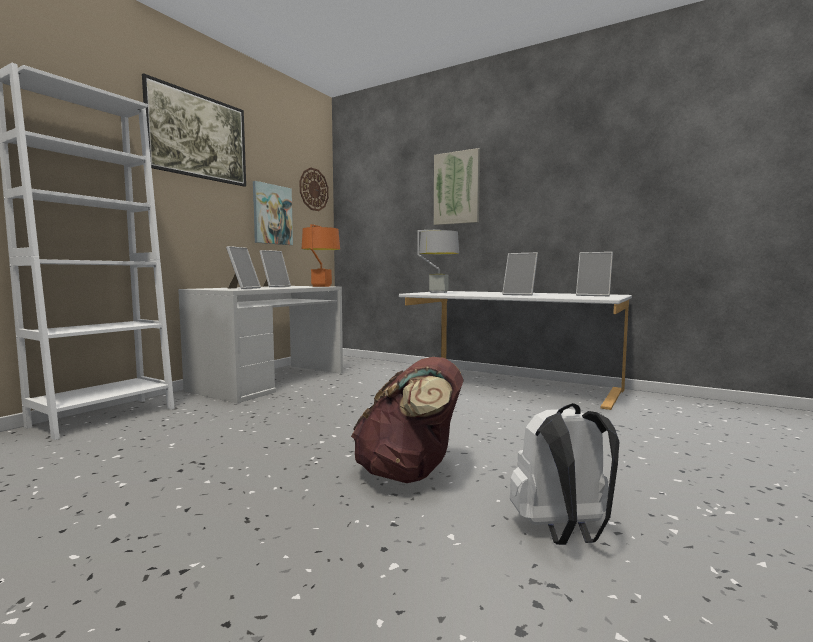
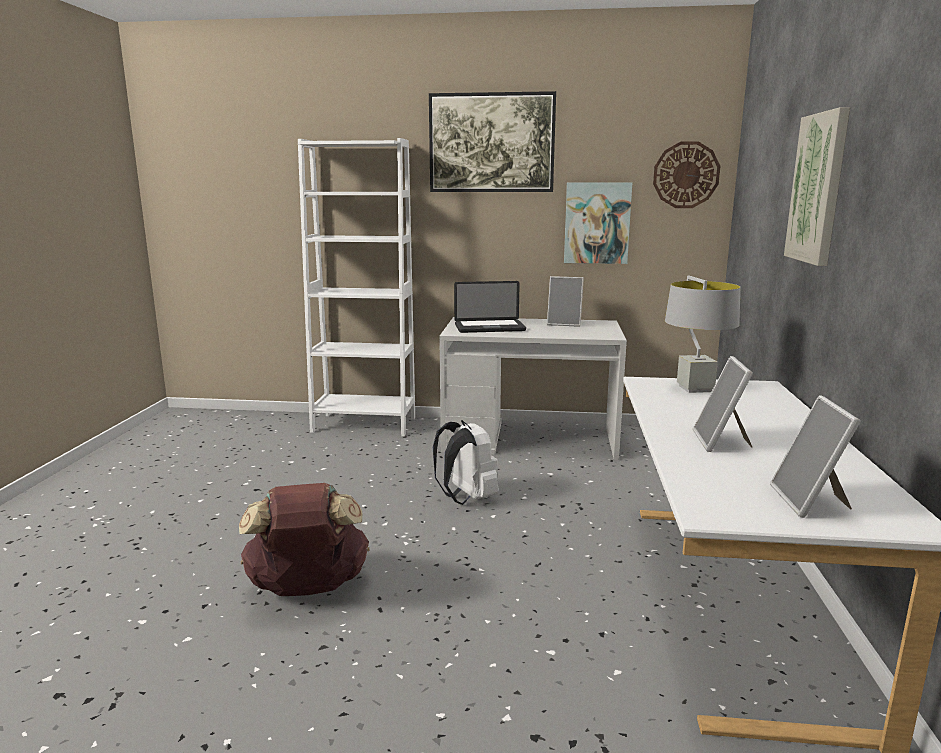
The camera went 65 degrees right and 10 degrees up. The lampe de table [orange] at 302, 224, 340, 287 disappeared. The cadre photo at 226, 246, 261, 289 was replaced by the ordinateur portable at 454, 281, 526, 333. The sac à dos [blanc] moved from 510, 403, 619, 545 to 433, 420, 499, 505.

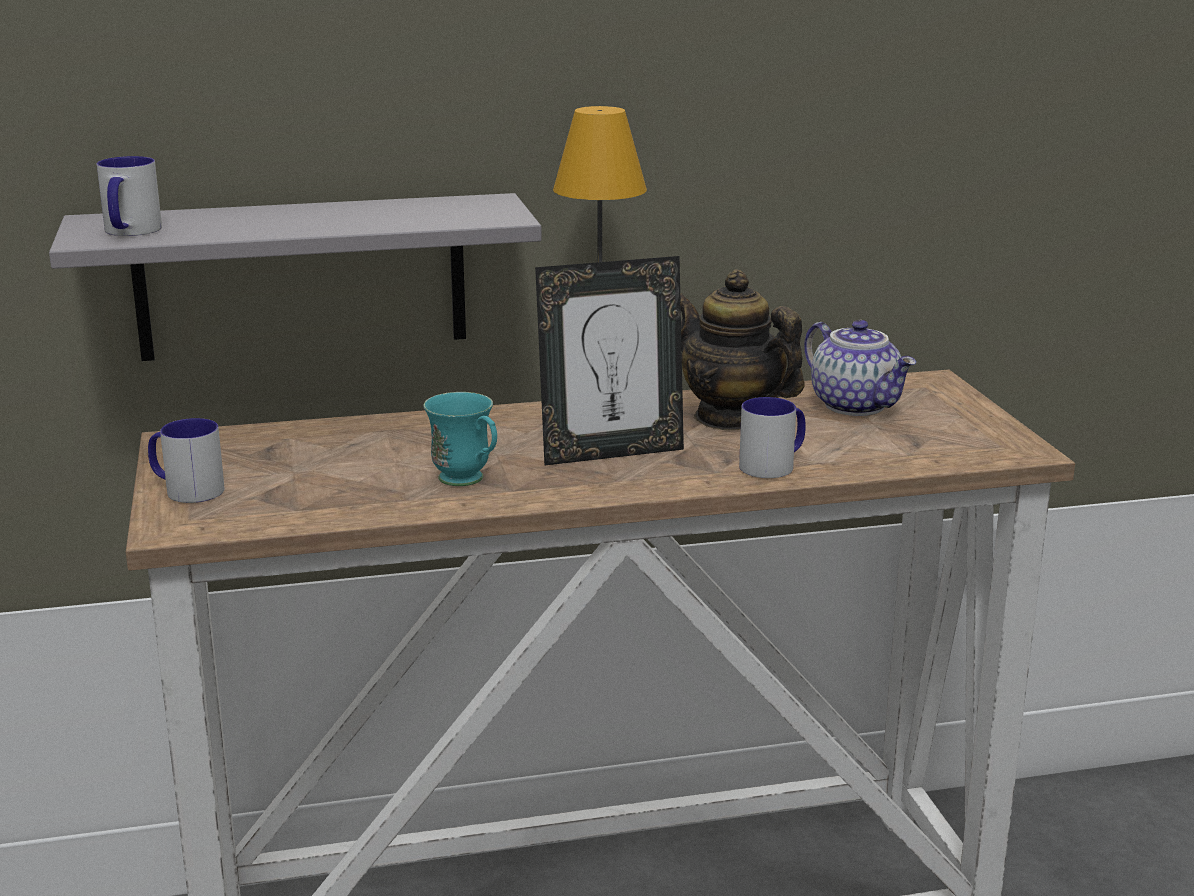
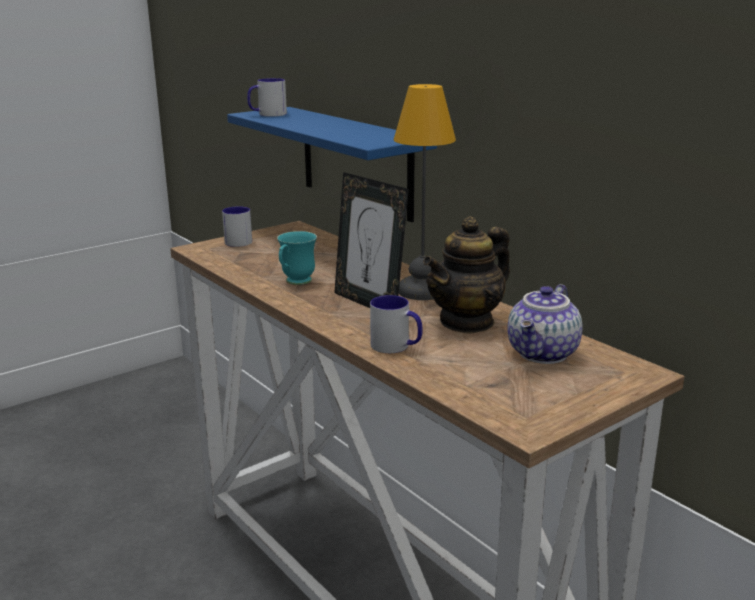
The camera went 65 degrees right and 0 degrees up. The étagère [gris] at 49, 193, 542, 361 became the étagère [bleu] at 227, 107, 437, 222. The théière at 680, 269, 805, 430 turned 150 degrees counterclockwise.

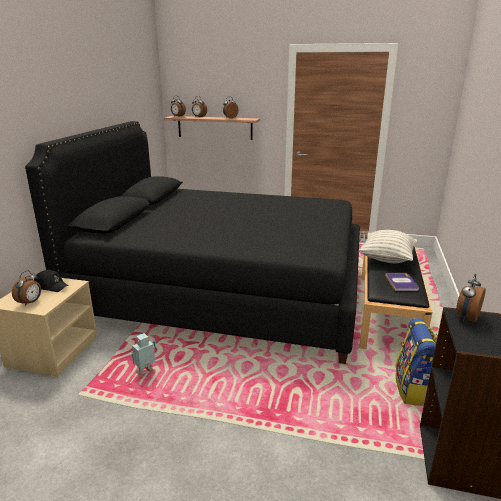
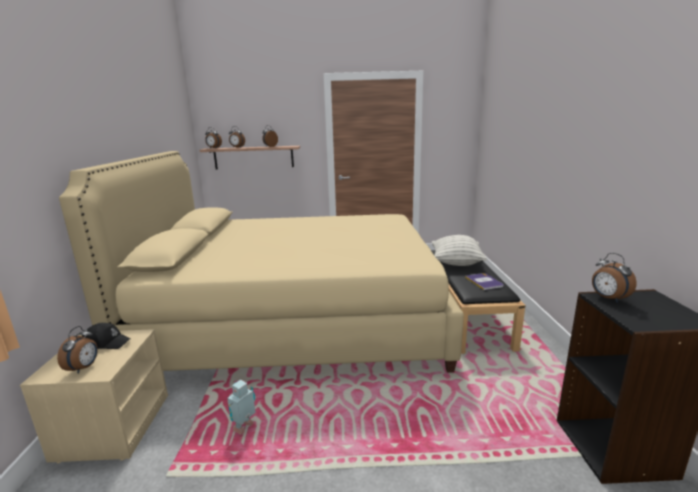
The camera went 15 degrees left and 5 degrees down. The lit [noir] at 25, 121, 360, 364 became the lit [beige] at 59, 151, 464, 373. The réveil at 456, 274, 486, 322 turned 45 degrees counterclockwise. The sac à dos at 395, 318, 438, 406 disappeared.

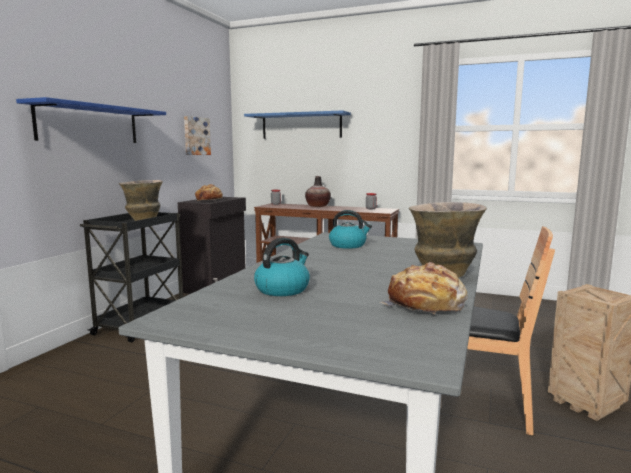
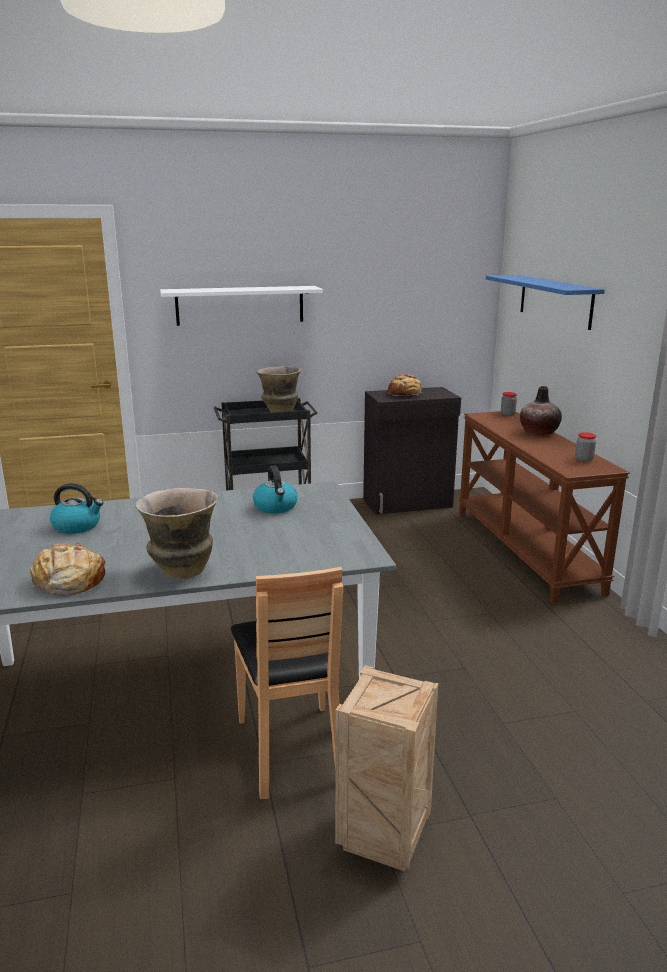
The camera went 55 degrees right and 10 degrees up. The étagère [bleu] at 16, 97, 166, 143 became the étagère [blanc] at 160, 286, 323, 326. The tableau at 184, 116, 211, 155 disappeared.

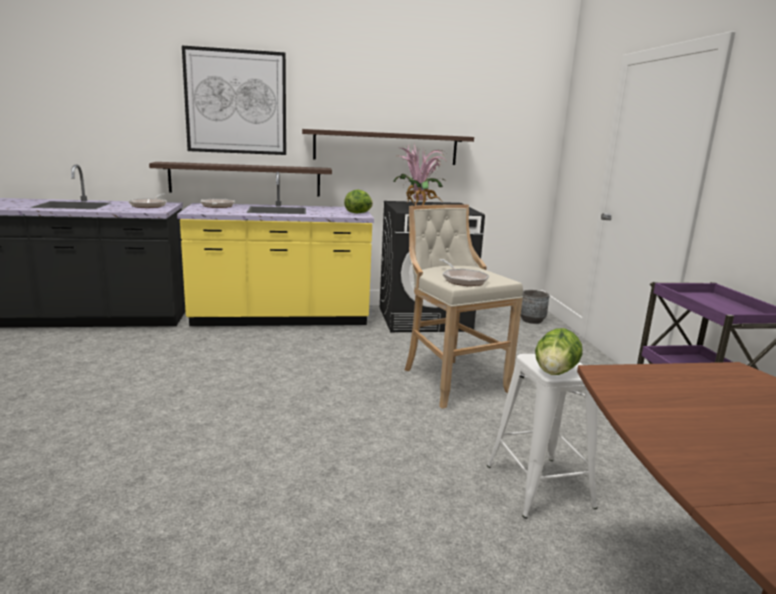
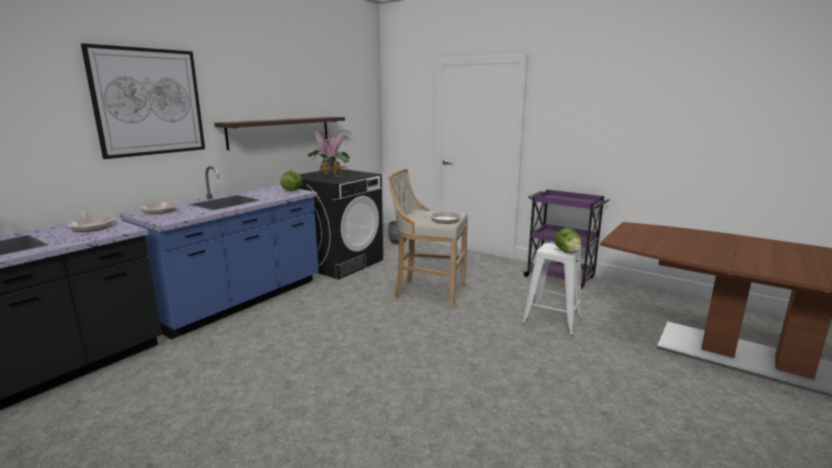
The camera went 45 degrees left and 0 degrees up. The étagère at 149, 162, 332, 197 disappeared. The comptoir de cuisine [jaune] at 177, 172, 374, 326 became the comptoir de cuisine [bleu] at 119, 166, 319, 340.

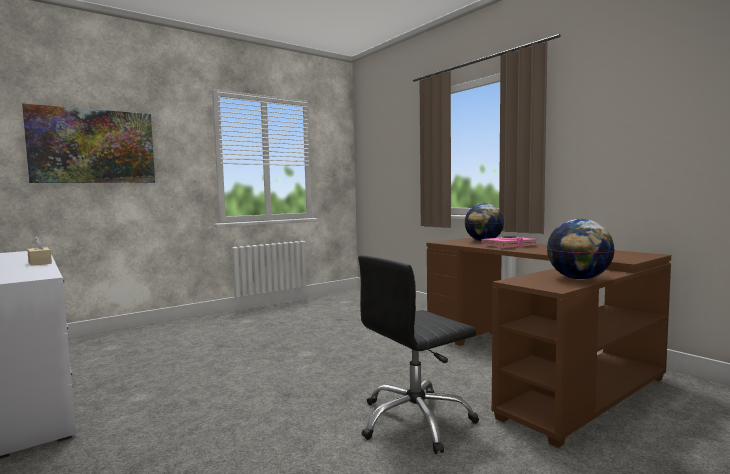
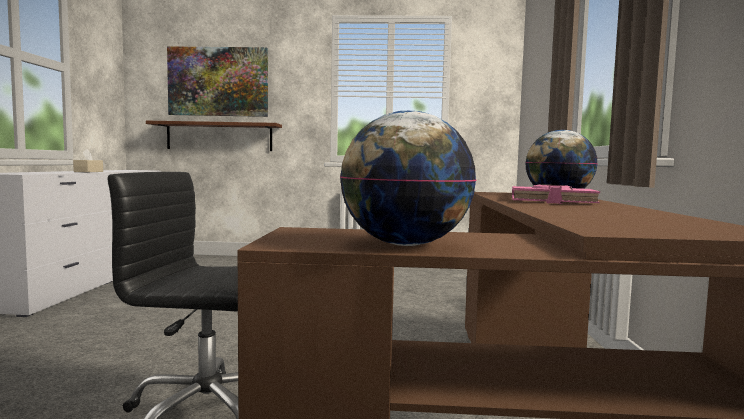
The camera went 40 degrees right and 0 degrees up. The étagère [marron] at 146, 121, 282, 151 appeared.

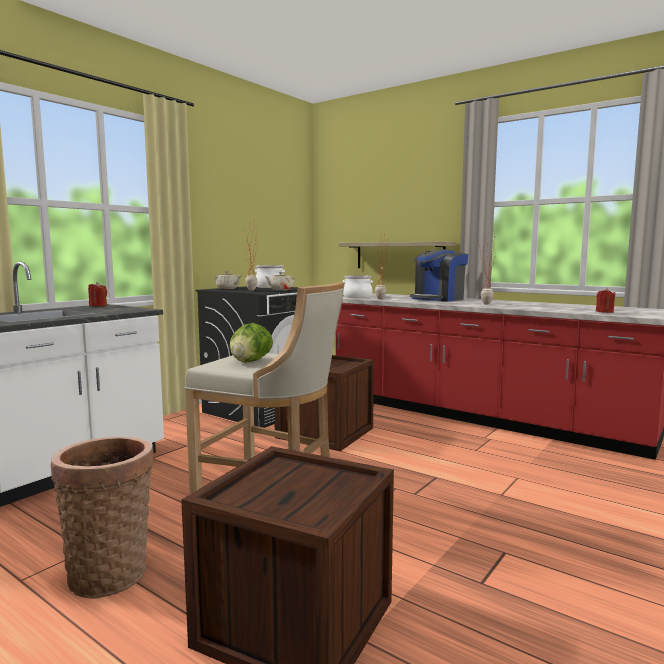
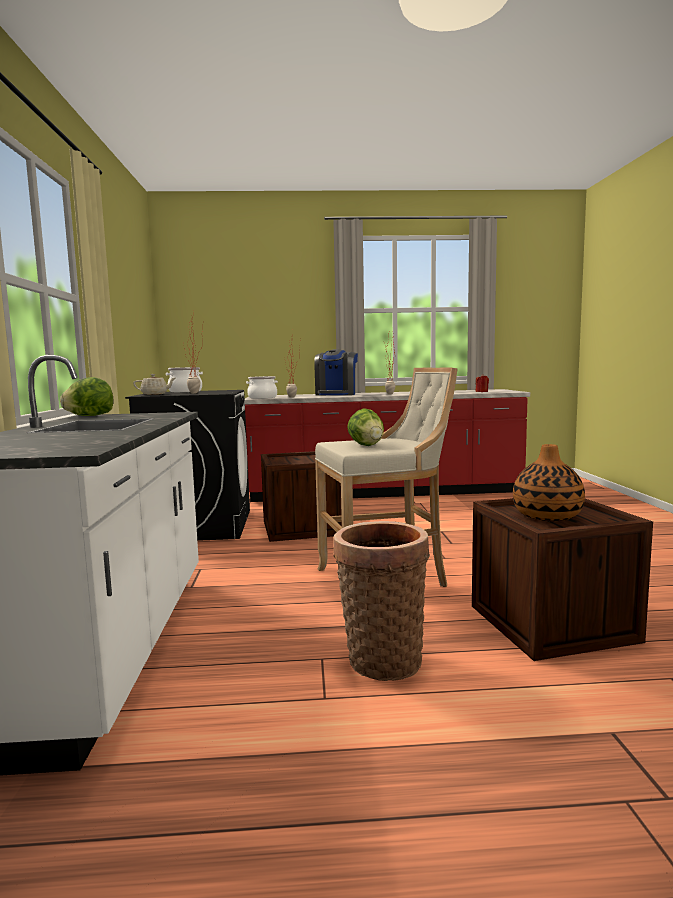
The camera went 40 degrees left and 0 degrees up. The étagère at 339, 241, 456, 268 disappeared. The théière [beige] at 265, 272, 295, 291 disappeared. The bougie [rouge] at 88, 282, 107, 306 was replaced by the laitue at 60, 377, 113, 416. The vase at 513, 444, 585, 521 appeared.

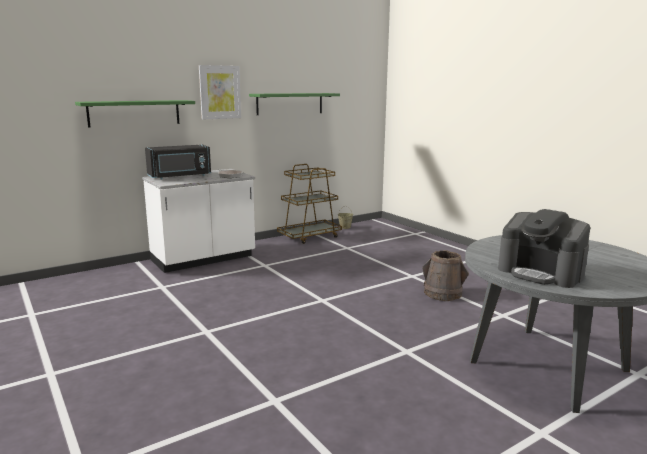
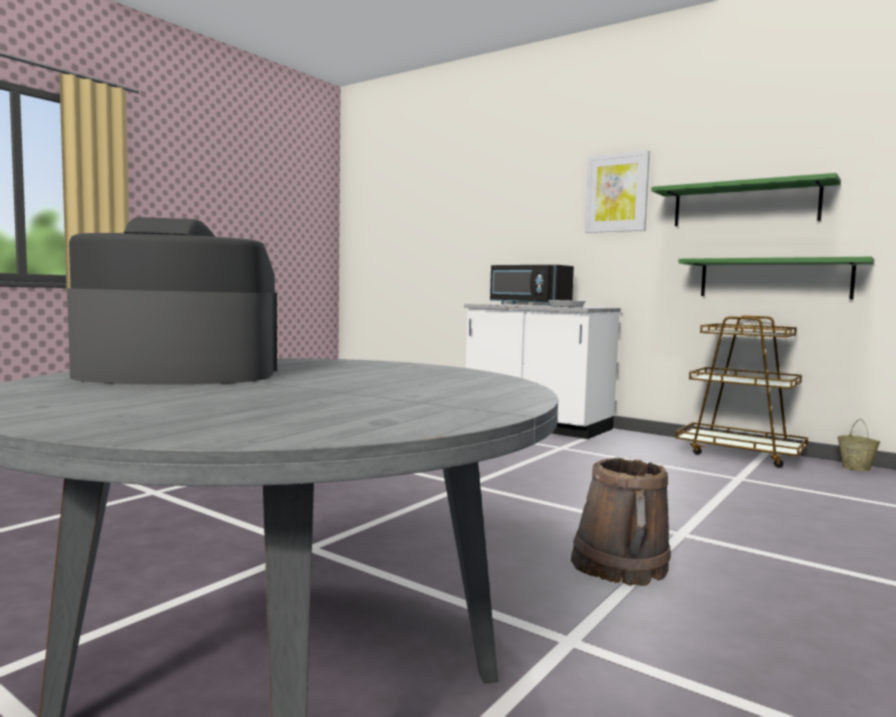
The camera went 70 degrees right and 10 degrees down. The étagère [vert] moved from 75, 100, 195, 127 to 679, 257, 874, 299. The machine à café at 498, 209, 590, 288 turned 60 degrees clockwise.

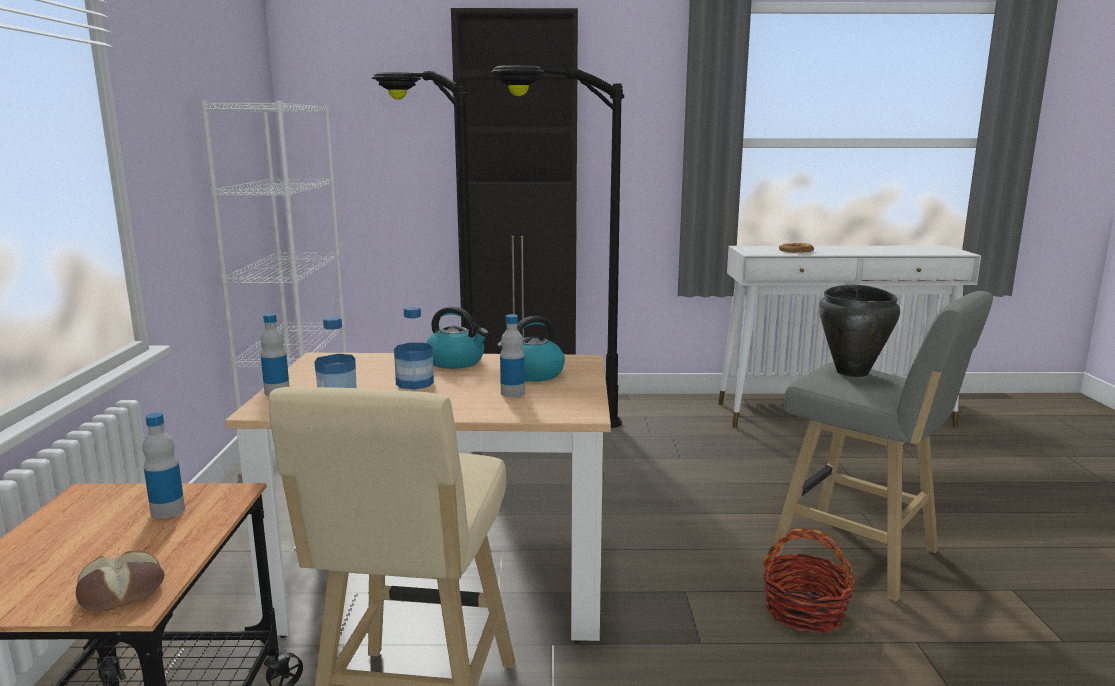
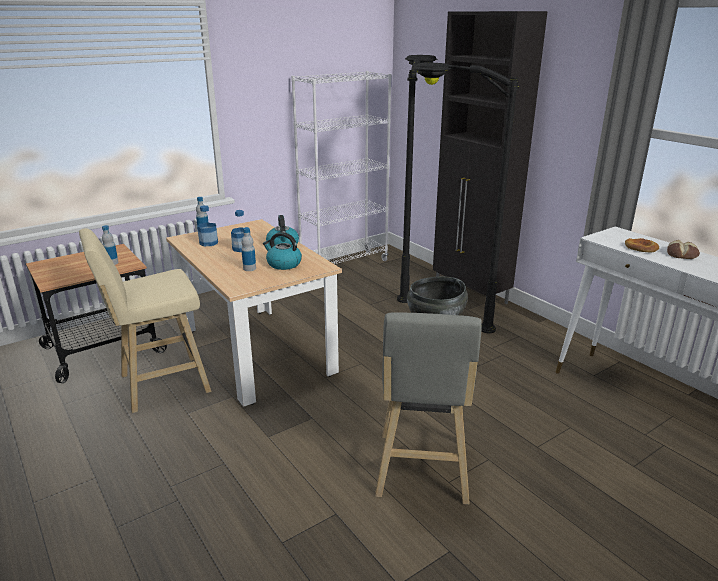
The camera went 55 degrees right and 10 degrees up. The panier at 762, 528, 855, 633 disappeared. The pain moved from 76, 550, 165, 612 to 667, 240, 700, 259.

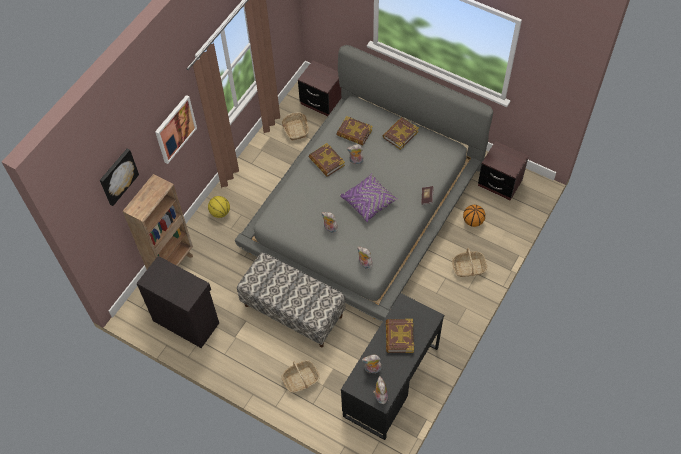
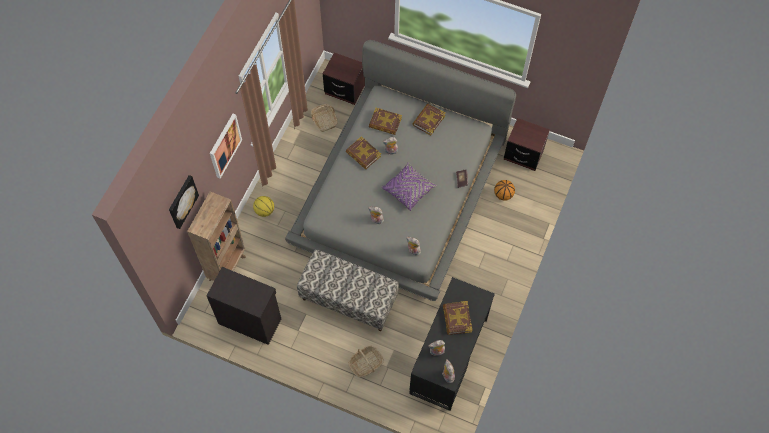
The camera went 10 degrees left and 5 degrees up. The panier at 452, 248, 487, 277 disappeared.

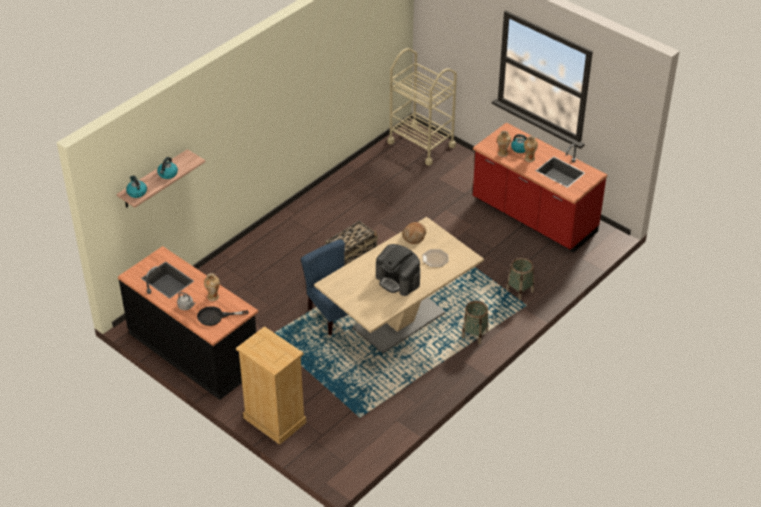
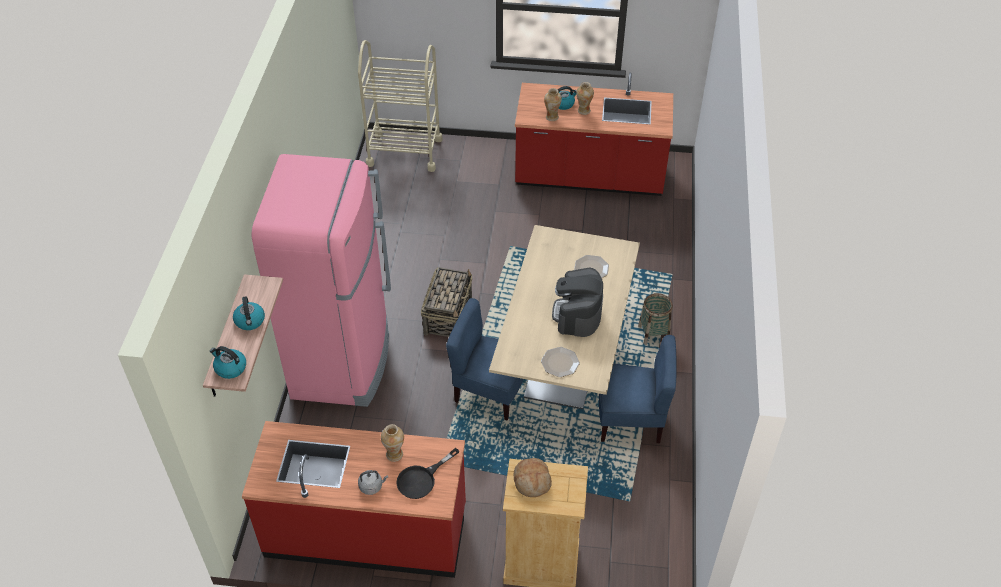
The camera went 35 degrees left and 5 degrees up. The pain moved from 402, 222, 426, 244 to 514, 458, 552, 497. The machine à café at 376, 244, 420, 296 turned 90 degrees clockwise. The comptoir de cuisine [noir] at 118, 246, 258, 400 became the comptoir de cuisine [rouge] at 242, 421, 466, 578. The panier at 506, 258, 534, 300 disappeared. The réfrigérateur [rose] at 252, 154, 391, 407 appeared. The chaise [bleu] at 599, 335, 677, 443 appeared. The assiette at 541, 347, 580, 377 appeared.

